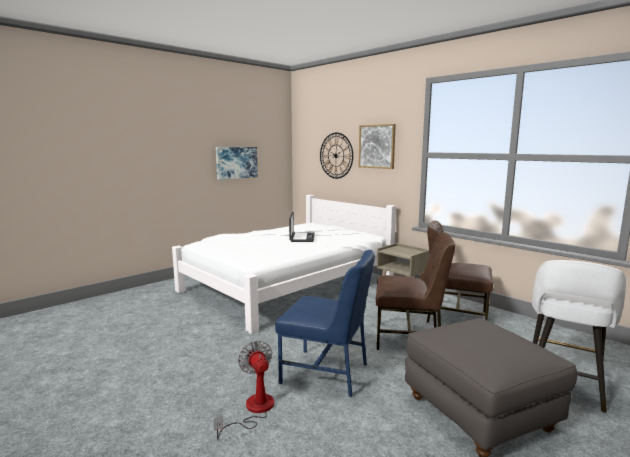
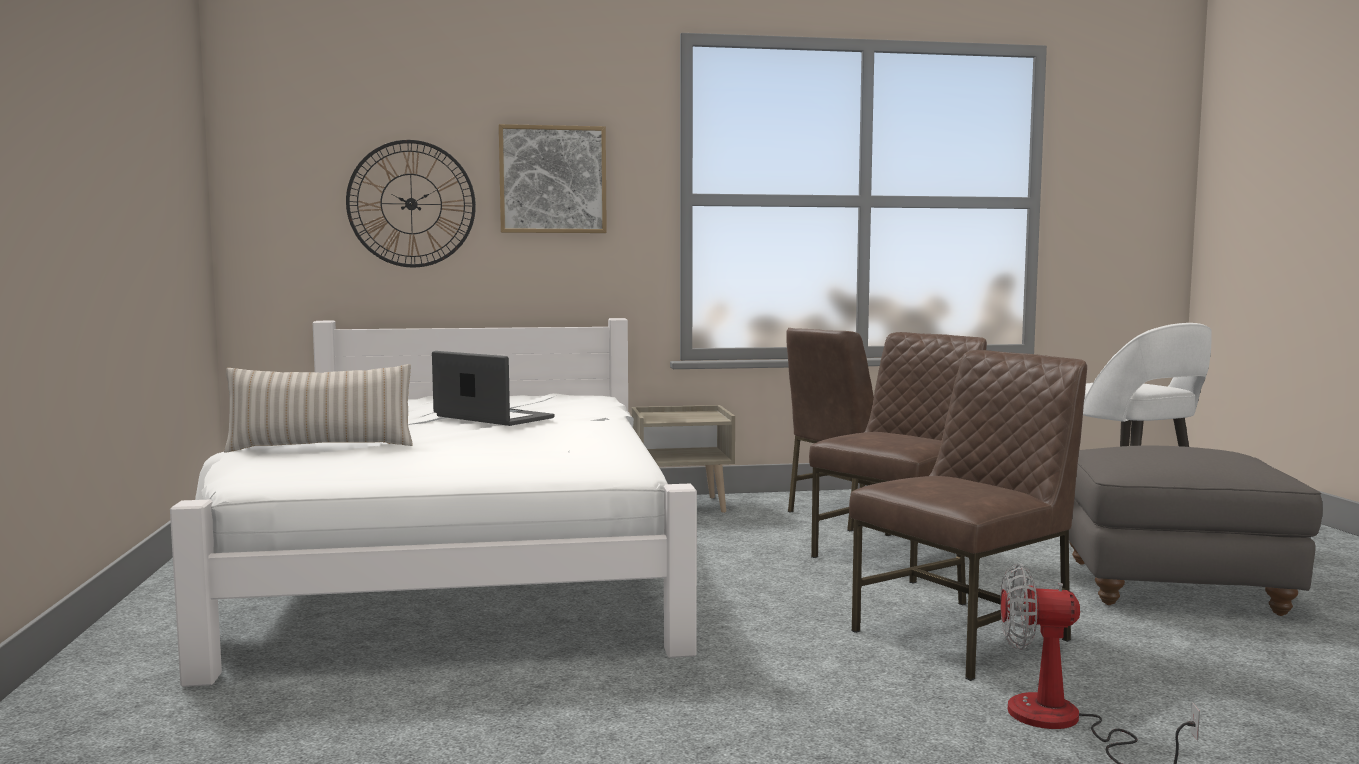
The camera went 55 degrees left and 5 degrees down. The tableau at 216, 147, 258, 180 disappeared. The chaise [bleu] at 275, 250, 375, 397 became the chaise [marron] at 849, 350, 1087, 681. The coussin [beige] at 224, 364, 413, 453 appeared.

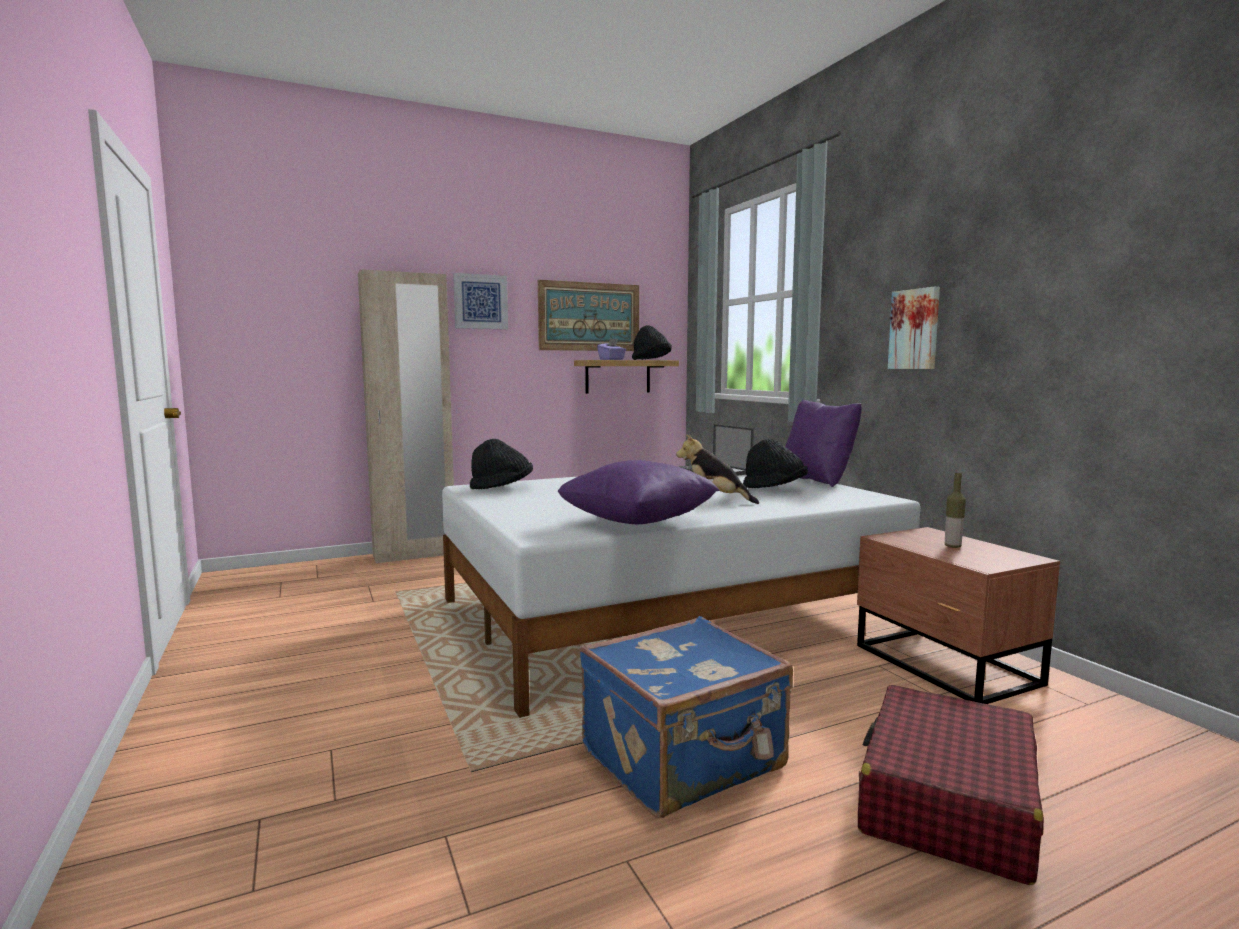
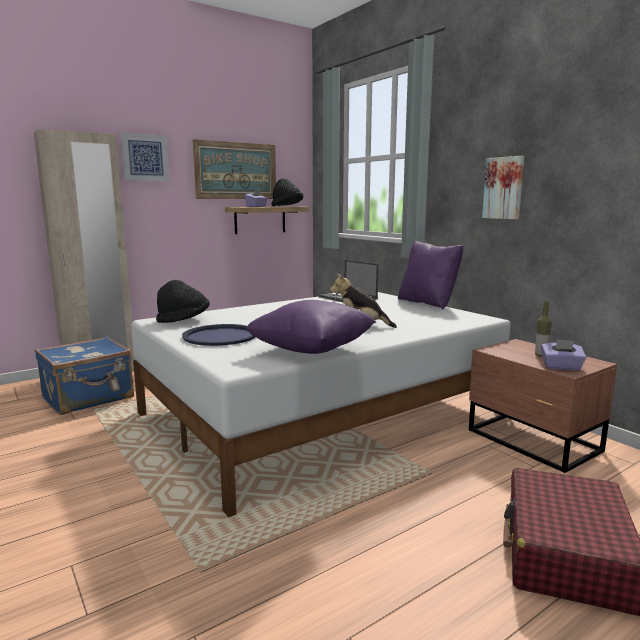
The camera went 10 degrees left and 5 degrees up. The chapeau [noir] at 743, 439, 808, 488 disappeared. The valise [bleu] moved from 580, 616, 793, 818 to 35, 337, 134, 415. The plateau [bleu] at 182, 324, 255, 346 appeared. The boîte à mouchoirs [violet] at 541, 339, 586, 370 appeared.

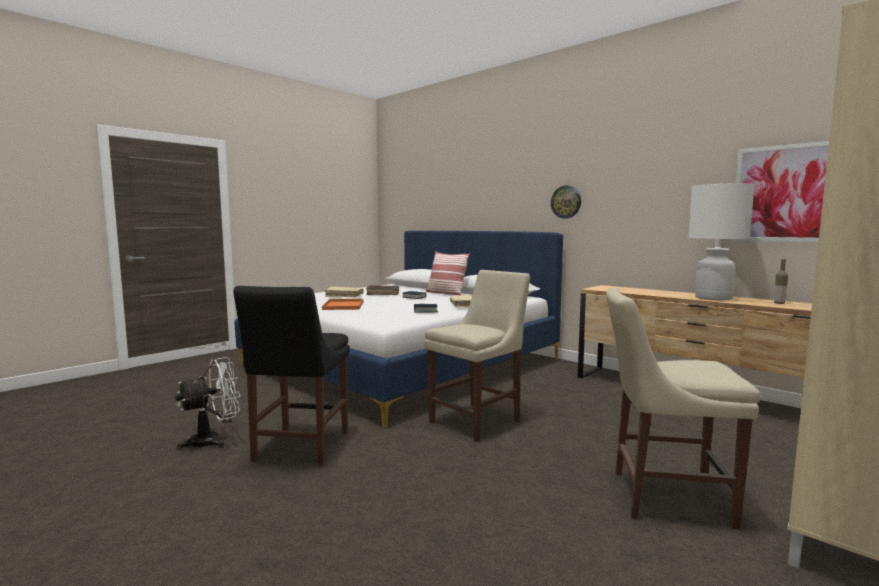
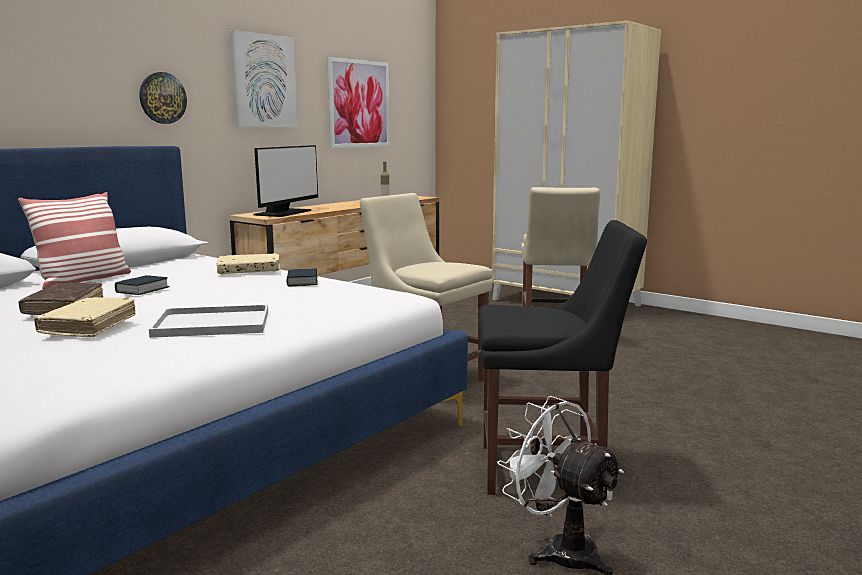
The camera went 95 degrees left and 5 degrees up. The lampe de table [blanc] at 688, 183, 755, 300 disappeared. The plateau [orange] at 322, 299, 363, 310 became the plateau [blanc] at 149, 305, 268, 338. The tableau at 230, 30, 297, 127 appeared. The écran d'ordinateur at 254, 145, 318, 217 appeared.

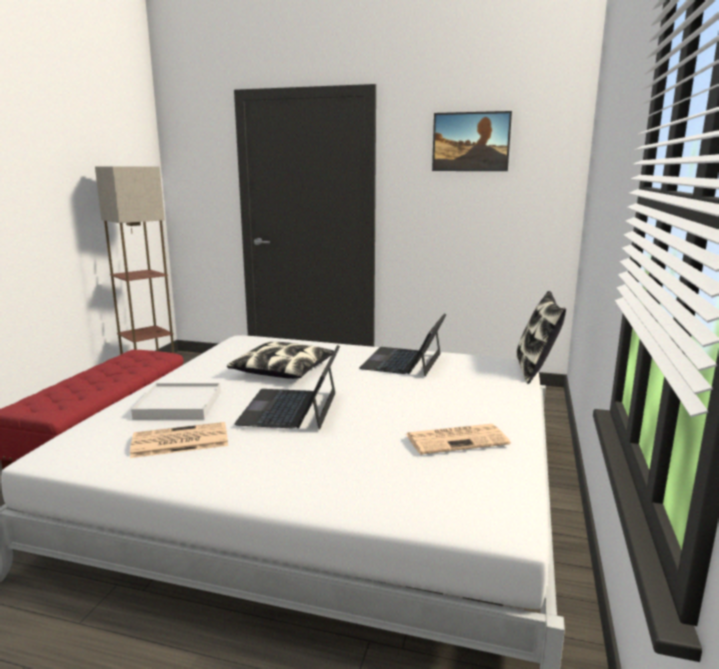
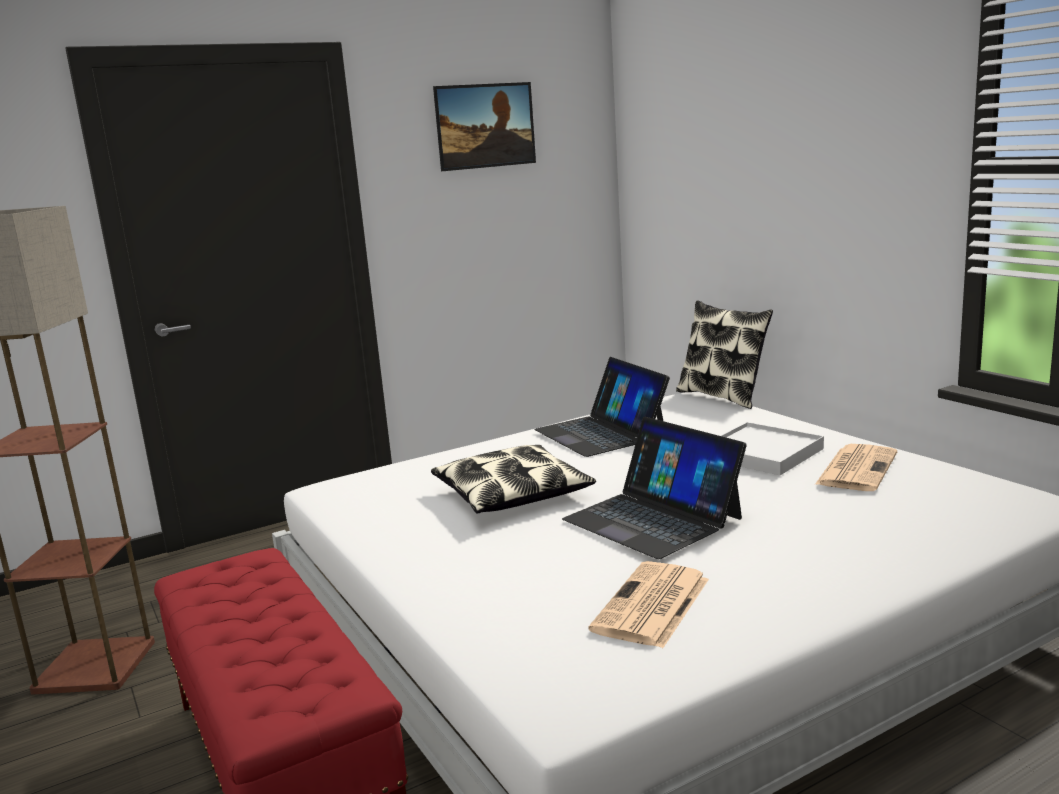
The camera went 45 degrees left and 0 degrees up. The plateau [blanc] moved from 131, 383, 221, 419 to 720, 422, 824, 475.

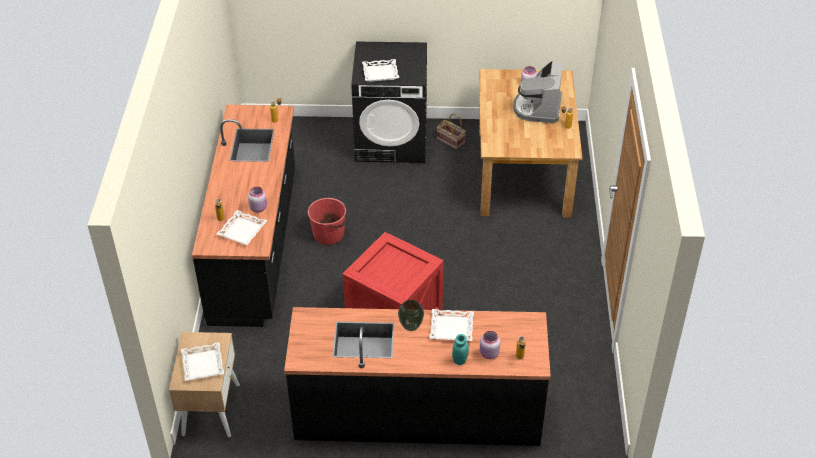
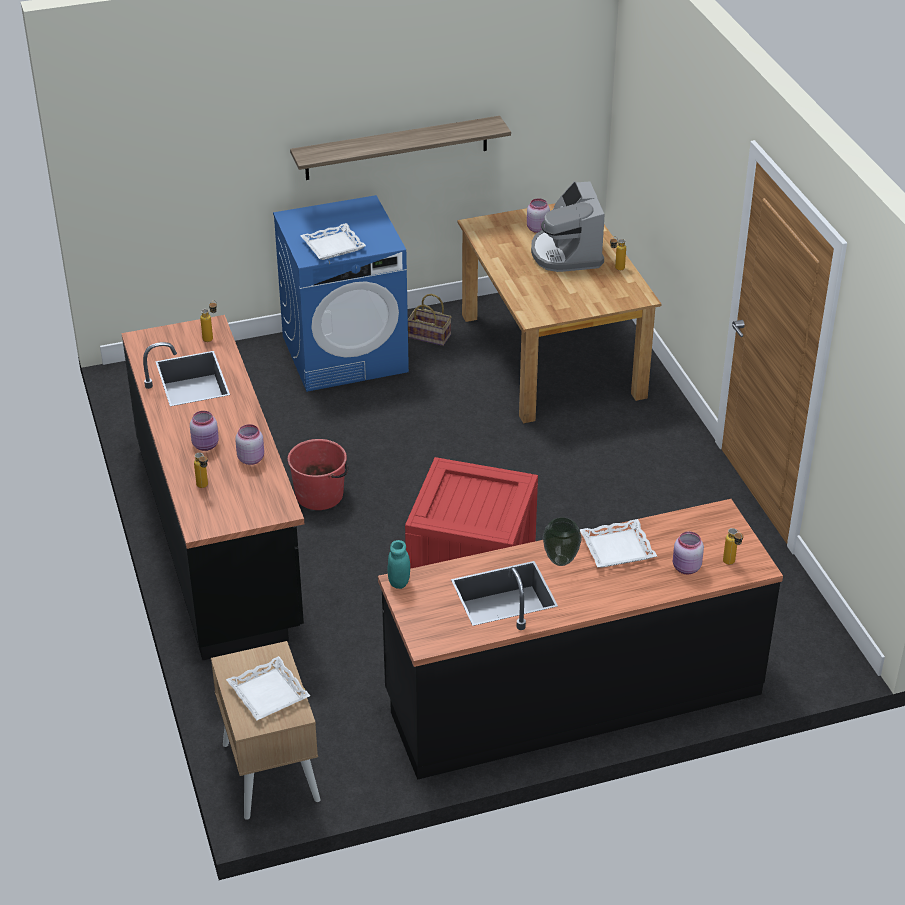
The camera went 20 degrees left and 5 degrees down. The lave-linge [noir] at 351, 42, 427, 163 became the lave-linge [bleu] at 273, 195, 409, 392. The plateau [blanc] at 217, 210, 267, 245 disappeared. The bocal [turquoise] moved from 452, 334, 469, 365 to 388, 540, 410, 589. The étagère at 290, 116, 511, 180 appeared. The bocal [rose] at 190, 411, 219, 451 appeared.

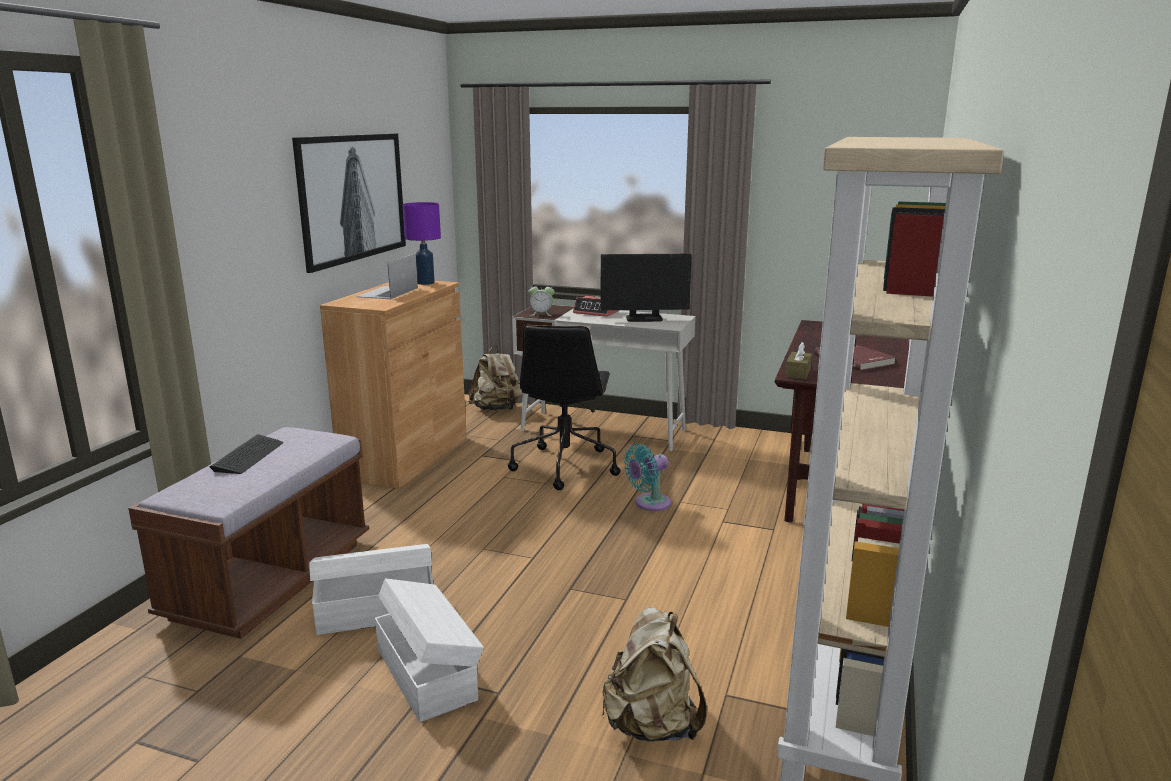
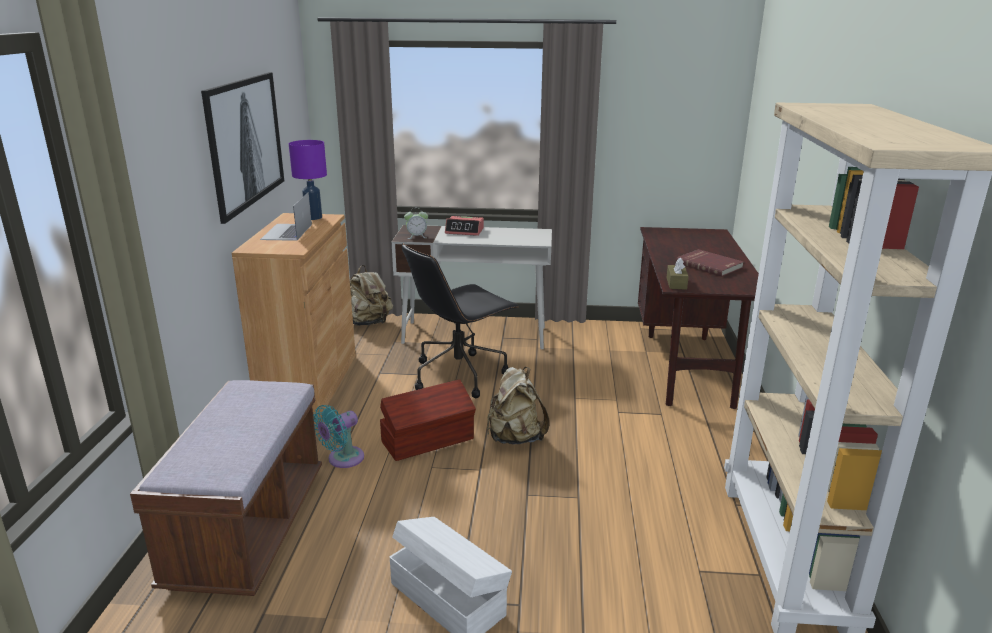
The camera went 15 degrees left and 5 degrees up. The écran d'ordinateur at 600, 254, 692, 322 disappeared. The chaise de bureau [noir] at 508, 325, 620, 490 turned 60 degrees clockwise. The clavier at 210, 434, 283, 474 disappeared. The ventilateur [turquoise] moved from 624, 444, 671, 511 to 313, 405, 364, 468. The boîte de rangement [blanc] at 309, 544, 434, 635 disappeared. The sac à dos [beige] moved from 601, 607, 707, 742 to 487, 367, 549, 444. The boîte de rangement [marron] at 380, 379, 476, 461 appeared.

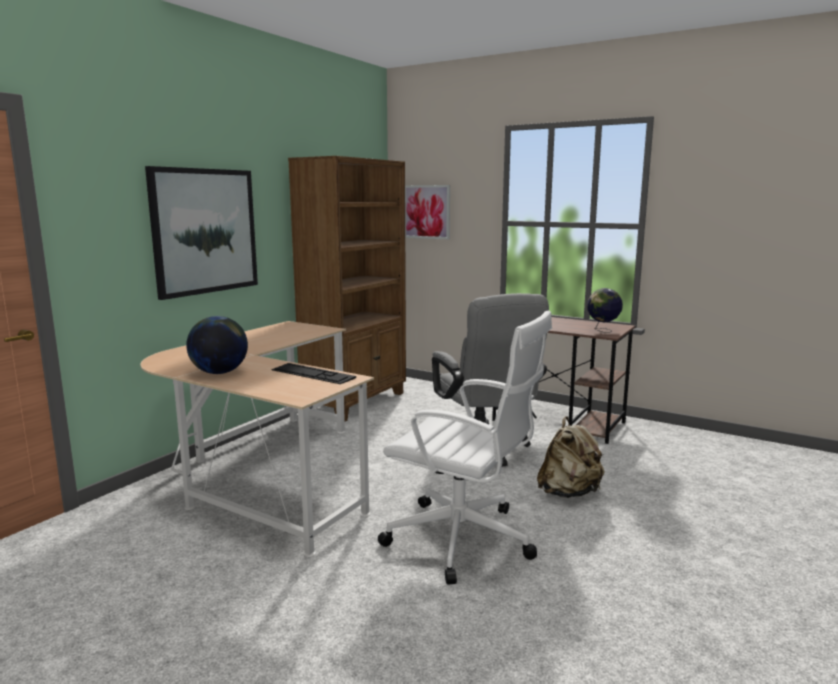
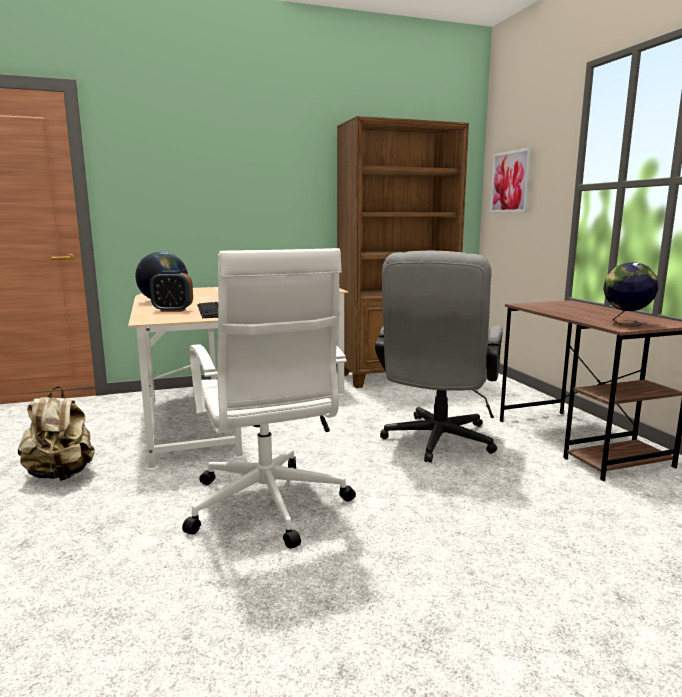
The camera went 40 degrees right and 0 degrees up. The tableau at 145, 166, 258, 300 disappeared. The sac à dos [beige] moved from 537, 416, 604, 498 to 18, 386, 95, 481. The réveil at 150, 270, 193, 312 appeared.

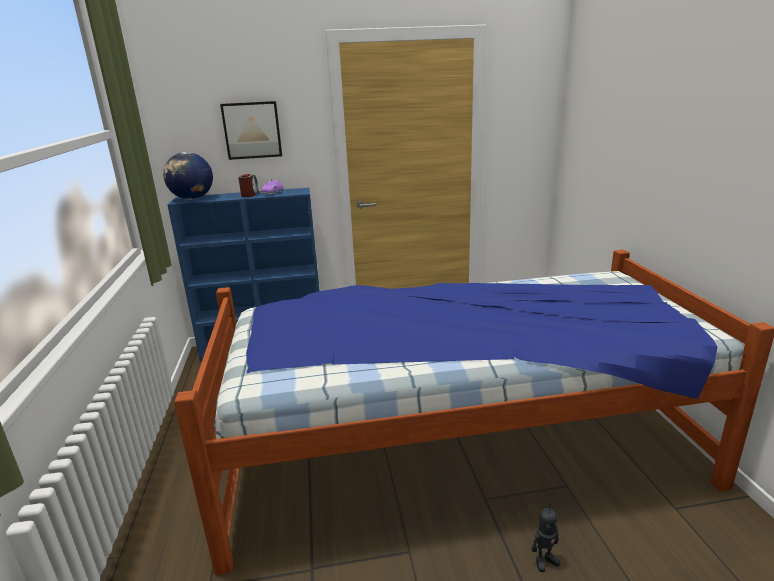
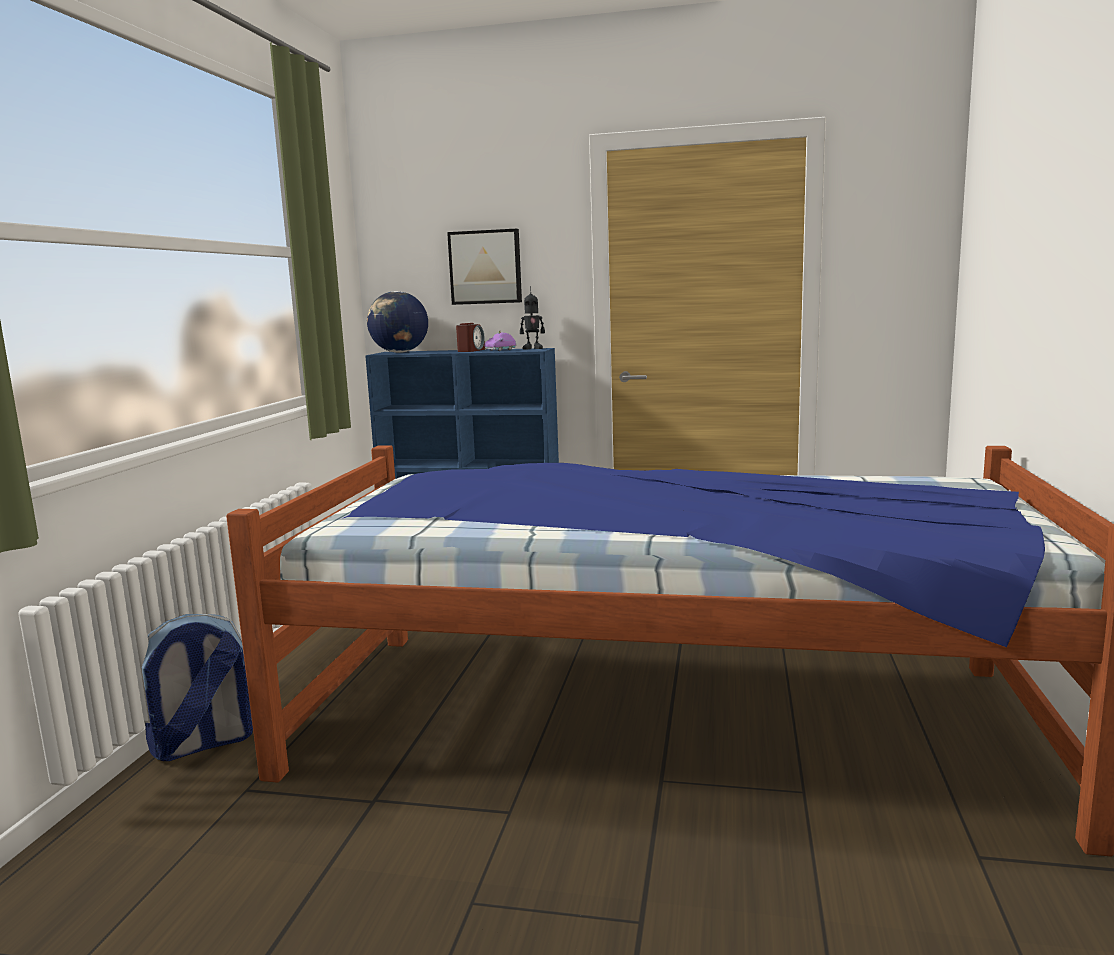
The camera went 20 degrees right and 10 degrees down. The robot jouet moved from 532, 503, 560, 572 to 520, 286, 545, 350. The sac à dos at 142, 614, 253, 761 appeared.

